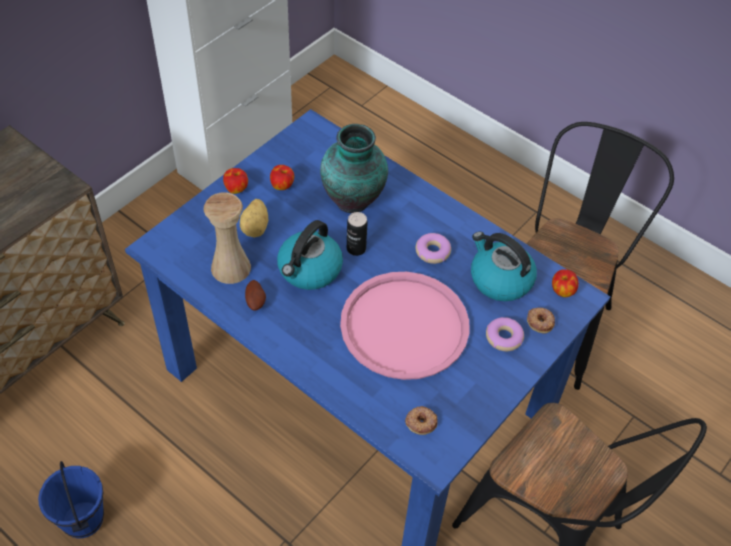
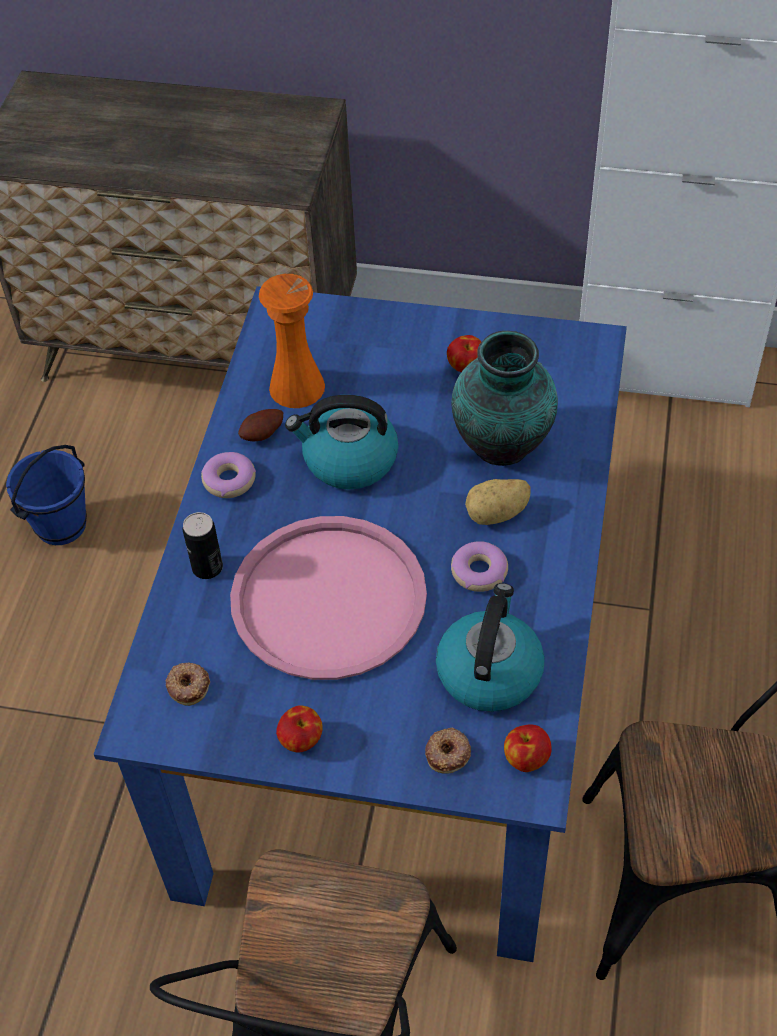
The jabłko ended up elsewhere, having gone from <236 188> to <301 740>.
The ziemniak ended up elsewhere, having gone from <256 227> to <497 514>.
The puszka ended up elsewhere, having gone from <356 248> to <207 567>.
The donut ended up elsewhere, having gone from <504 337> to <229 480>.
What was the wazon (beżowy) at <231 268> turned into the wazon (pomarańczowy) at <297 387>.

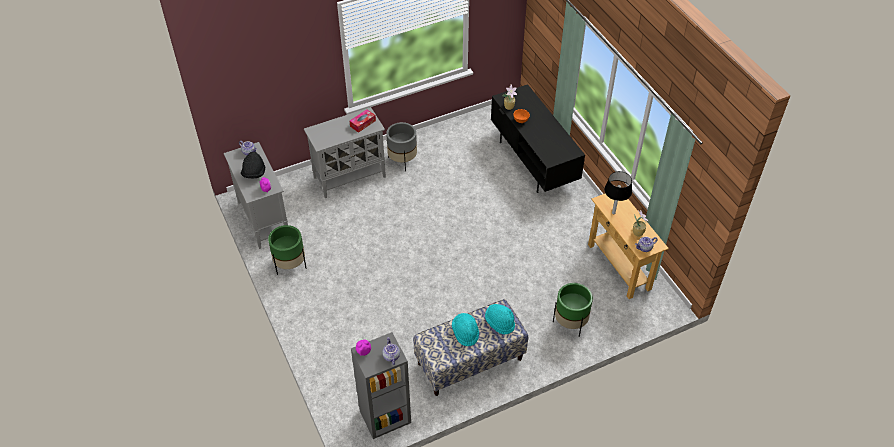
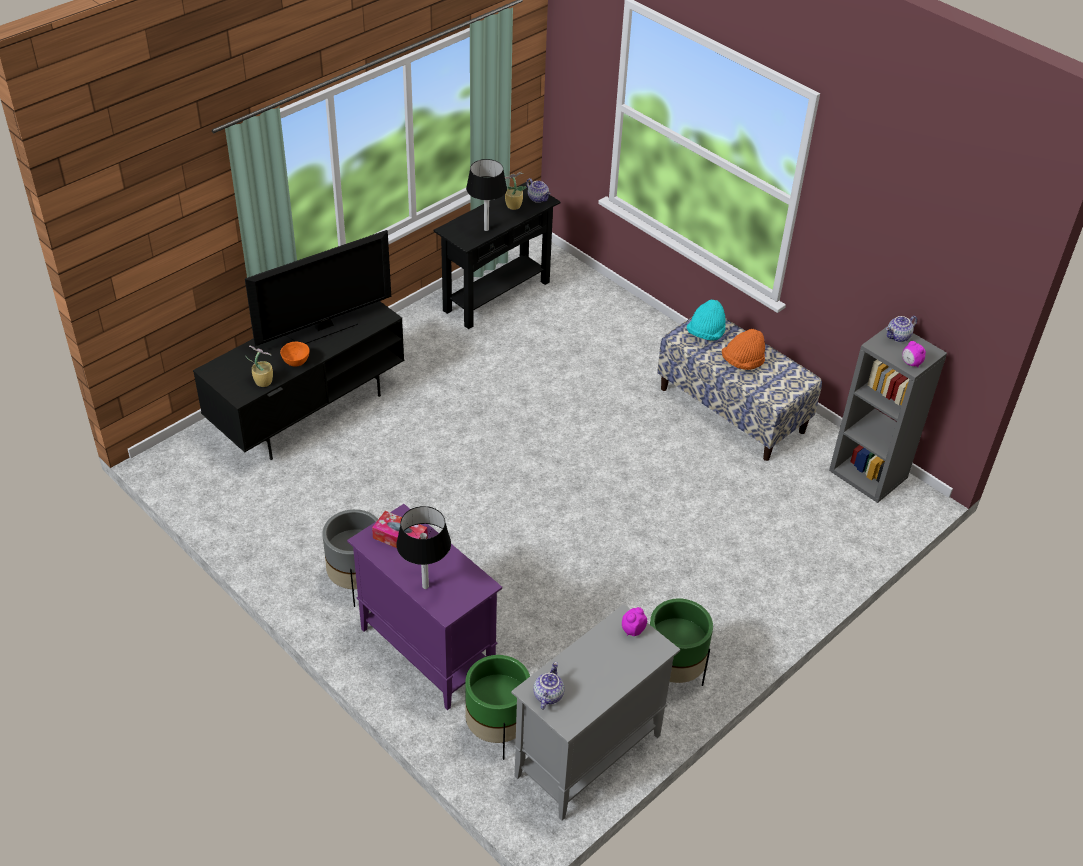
The second view lost the kapelusz (czarny) at <254 173>.
The second view gained the telewizor at <324 327>.
The second view gained the lampa stołowa (czarny) at <425 586>.
The donica (zielony) ended up elsewhere, having gone from <570 323> to <497 731>.
What was the szafka (szary) at <350 177> turned into the szafka (fioletowy) at <426 650>.
What was the kapelusz (turkusowy) at <465 333> turned into the kapelusz (pomarańczowy) at <742 362>.
What was the stolik konsolowy (beżowy) at <619 267> turned into the stolik konsolowy (czarny) at <496 296>.

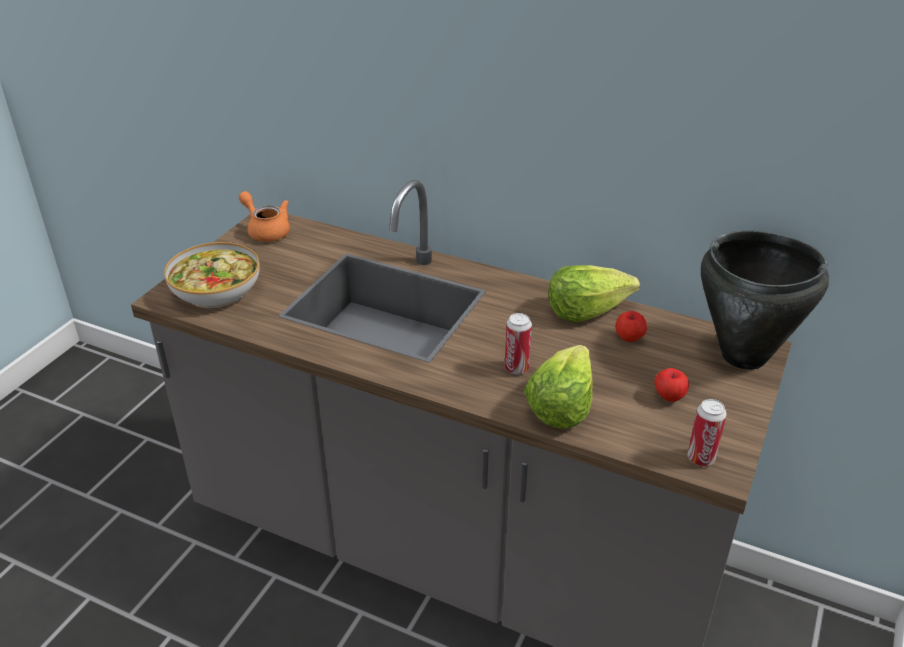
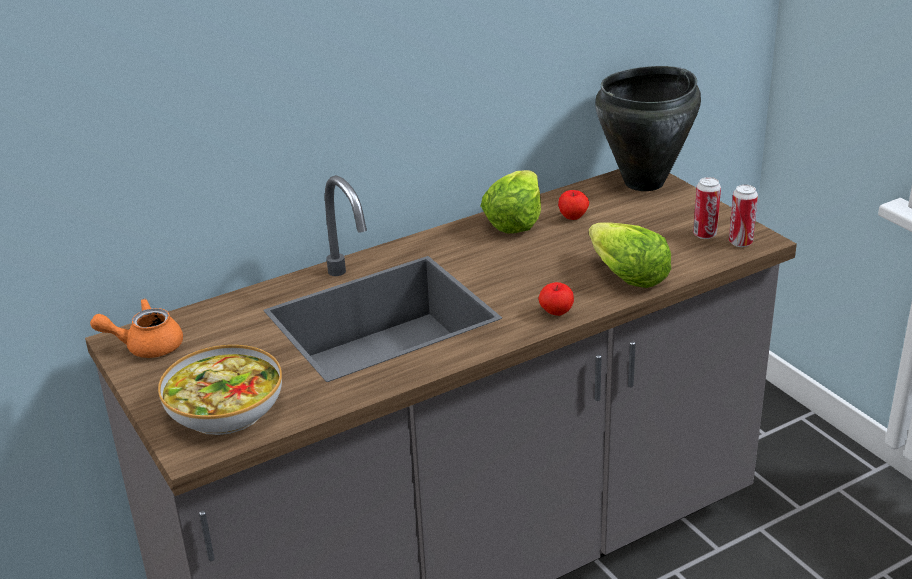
The puszka ended up elsewhere, having gone from <516 368> to <704 234>.
The jabłko ended up elsewhere, having gone from <669 397> to <556 312>.

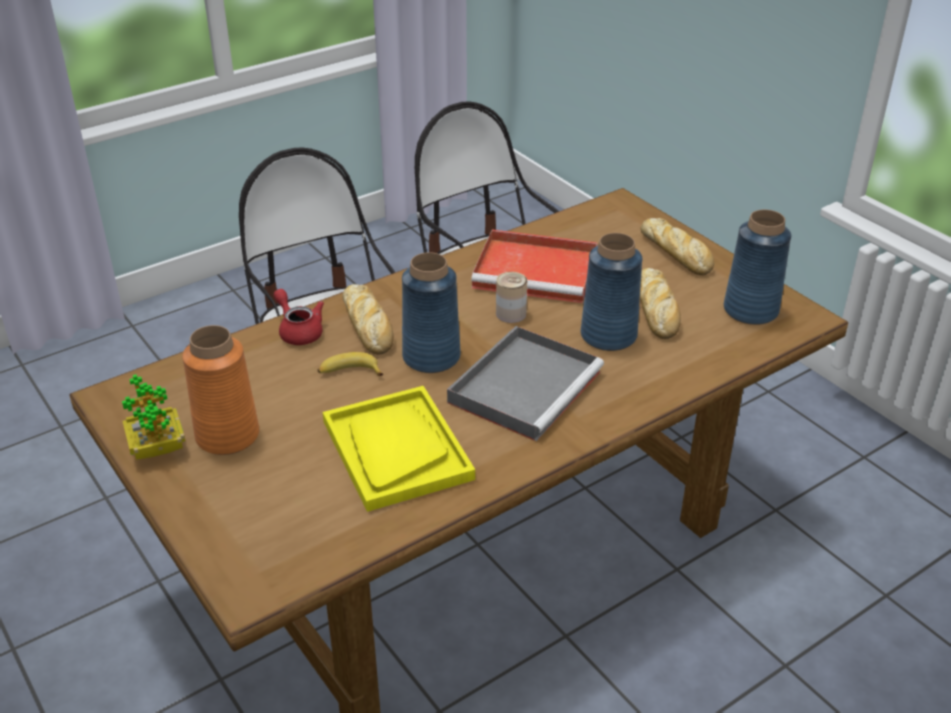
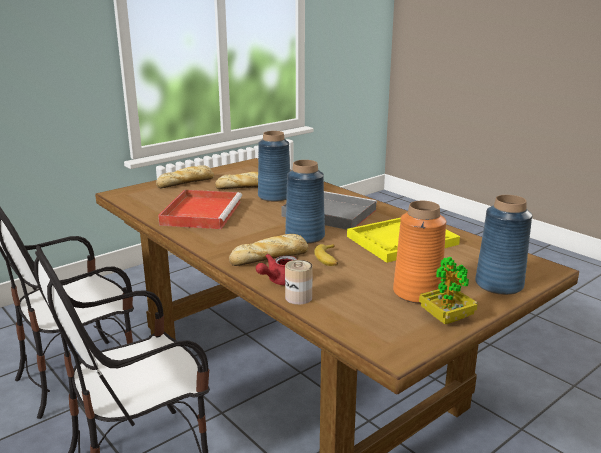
The puszka ended up elsewhere, having gone from <511 314> to <298 297>.
The wazon (niebieski) ended up elsewhere, having gone from <750 310> to <498 284>.

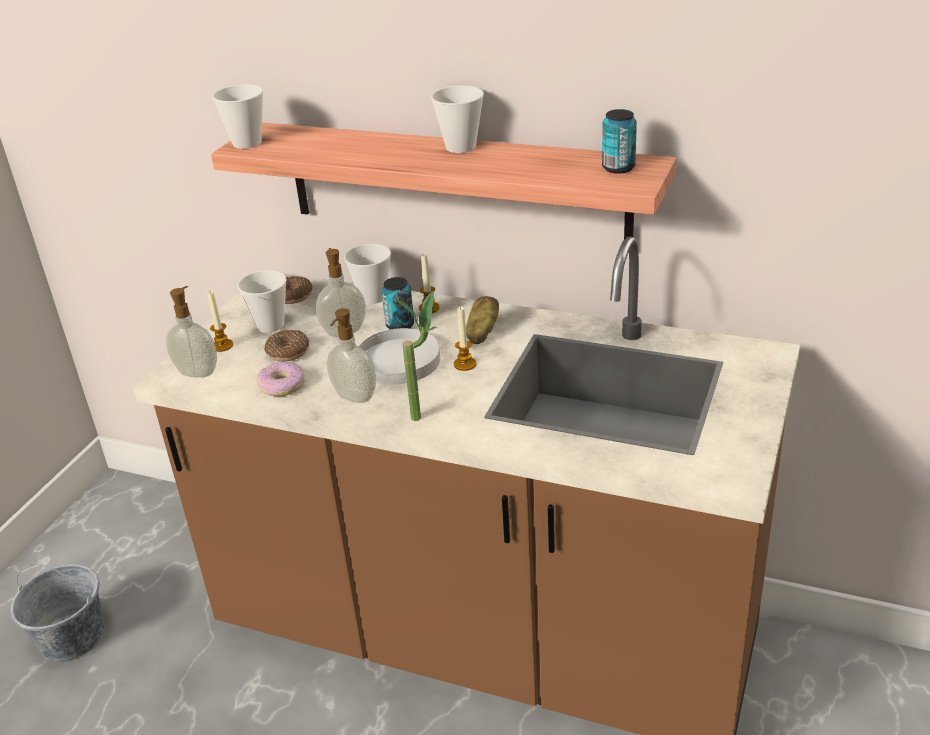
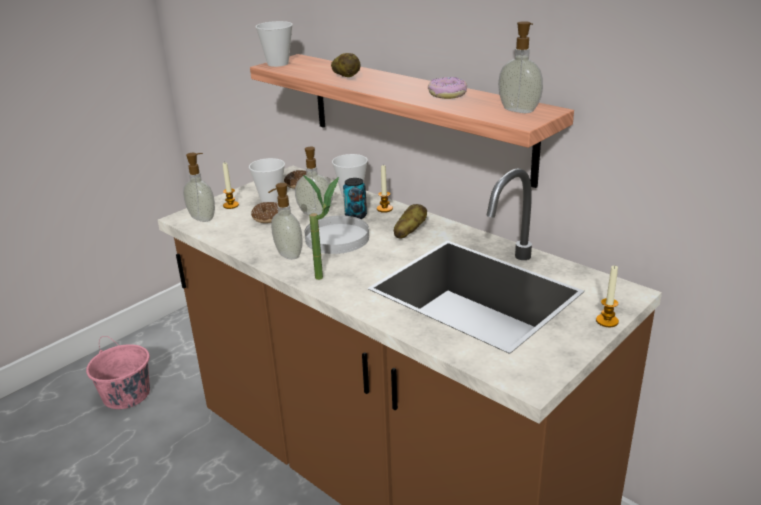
The second view lost the filiżanka at <460 147>.
The second view gained the ziemniak at <346 77>.
The donut ended up elsewhere, having gone from <282 386> to <447 94>.
The świeca ended up elsewhere, having gone from <465 364> to <607 321>.
Where the puszka stood at <618 168>, the dozownik mydła came to stand at <519 110>.
What was the wiadro (szary) at <72 637> turned into the wiadro (różowy) at <127 395>.

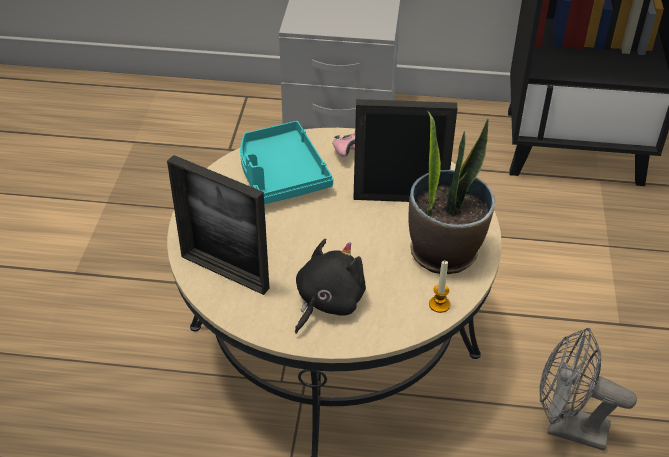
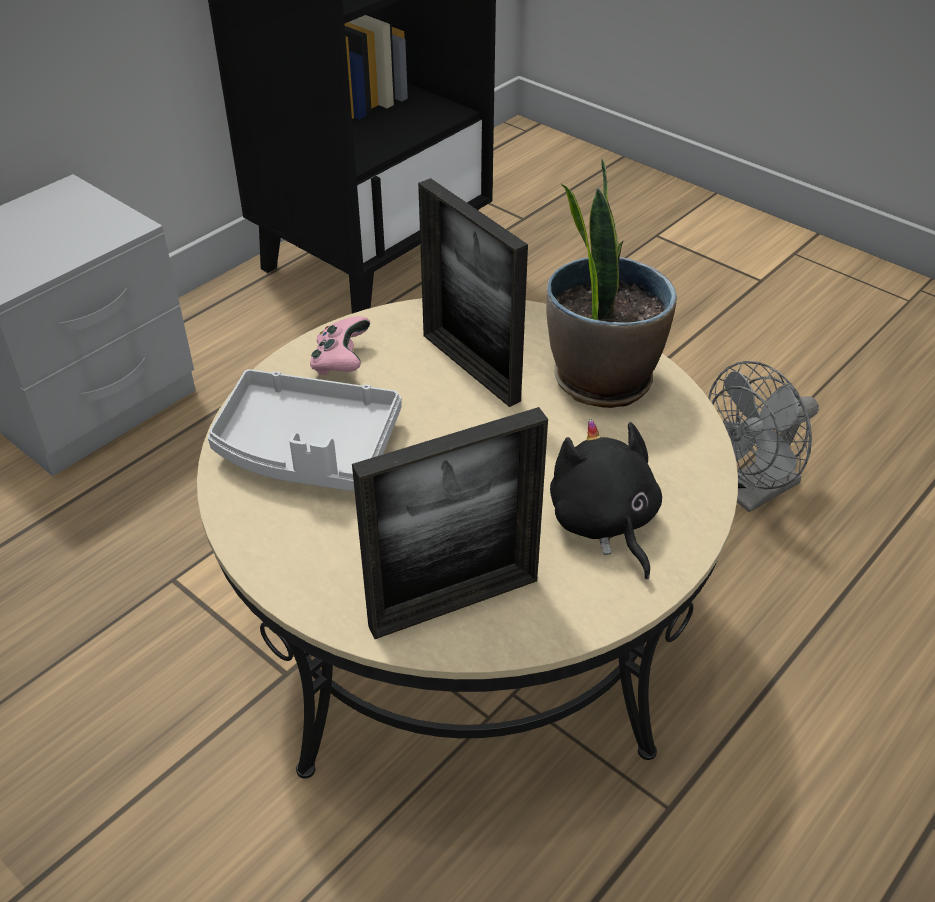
The second view lost the świeca at <439 304>.
What was the taca (turkusowy) at <281 174> turned into the taca (szary) at <307 449>.
The ramka na zdjęcie at <399 198> ended up facing another way, 75 degrees counterclockwise from before.

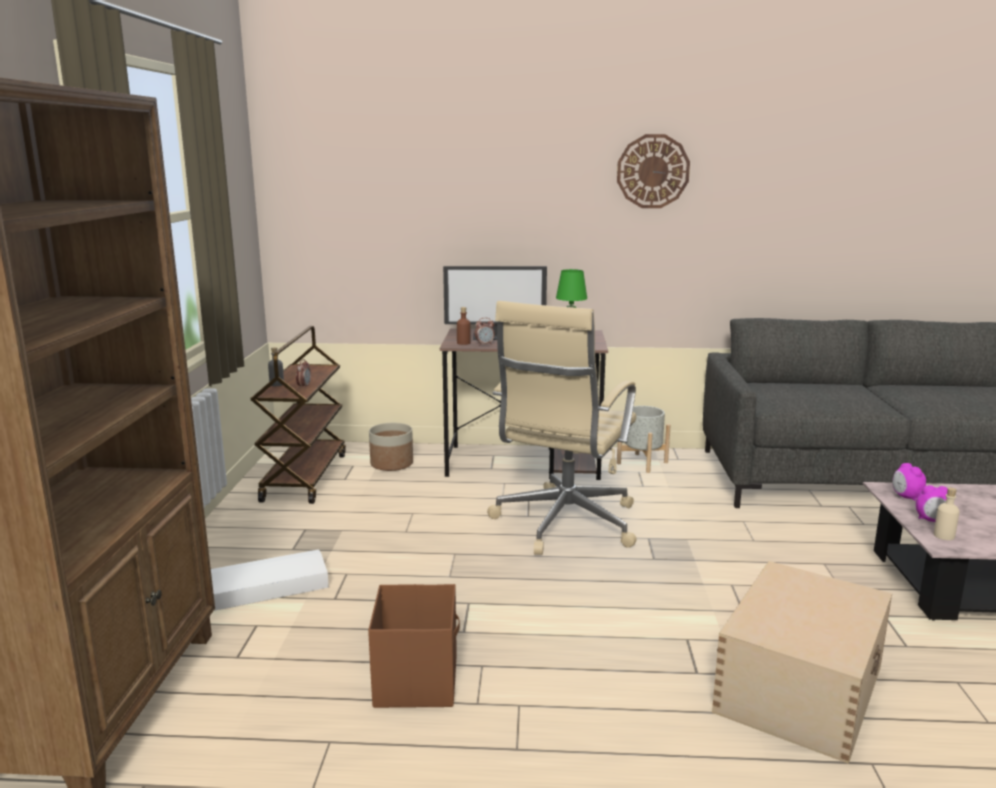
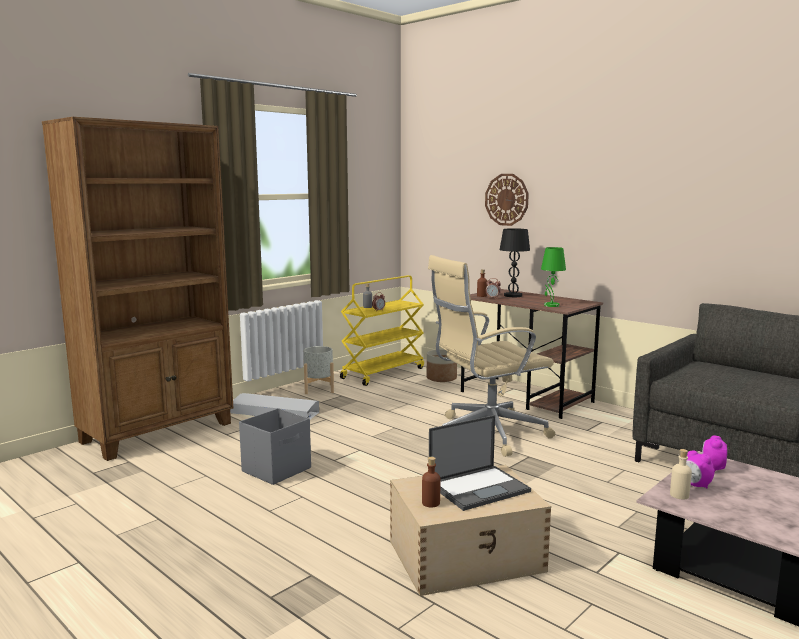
The second view gained the butelka (brązowy) at <431 503>.
The second view gained the laptop at <479 487>.
The zegar ścienny ended up elsewhere, having gone from <653 171> to <506 199>.
The donica (szary) ended up elsewhere, having gone from <642 463> to <318 389>.
Where the monitor stood at <495 336>, the lampa stołowa (czarny) came to stand at <513 295>.
What was the wózek (brązowy) at <304 477> turned into the wózek (żółty) at <383 373>.
What was the pojemnik do przechowywania (brązowy) at <417 680> turned into the pojemnik do przechowywania (szary) at <277 469>.

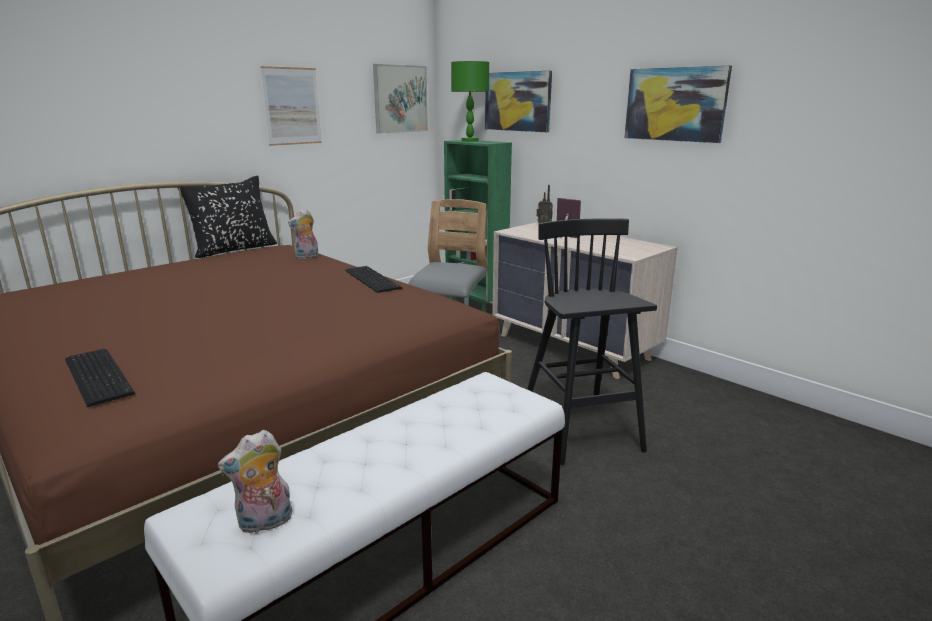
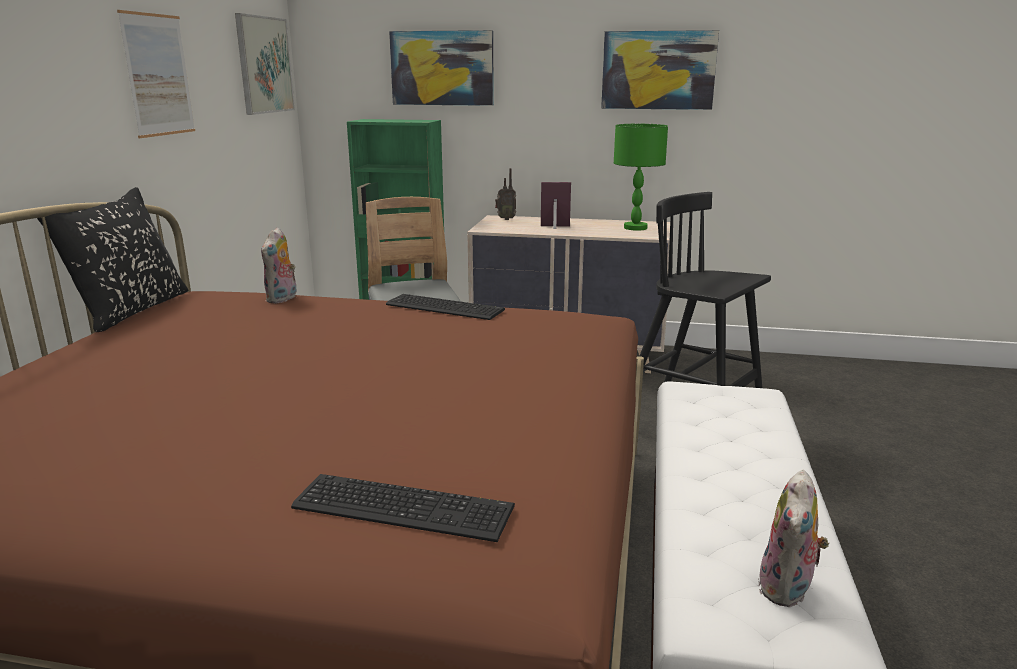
The lampa stołowa (zielony) ended up elsewhere, having gone from <469 141> to <635 228>.

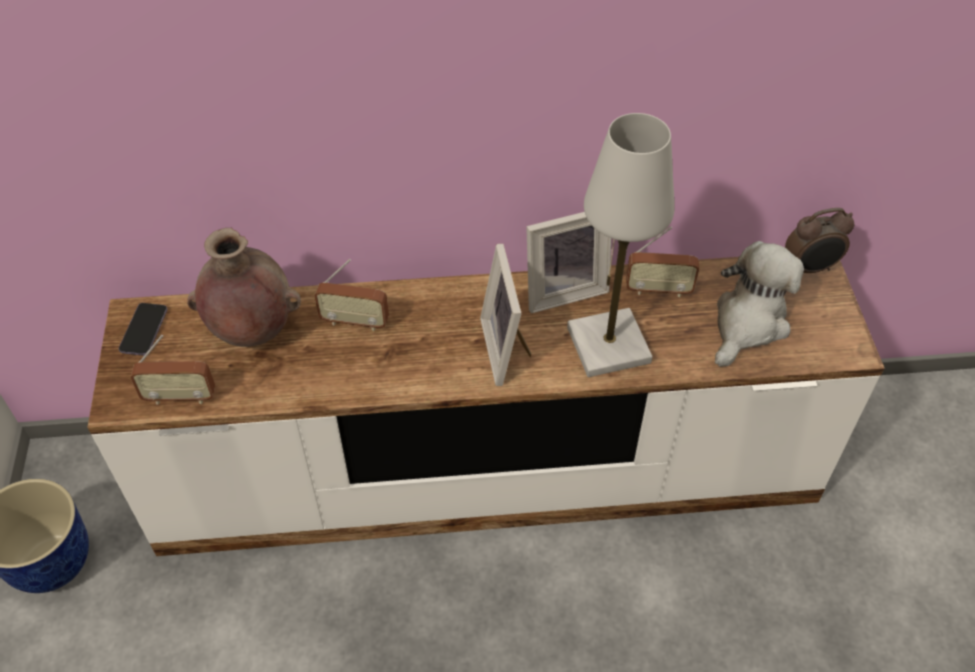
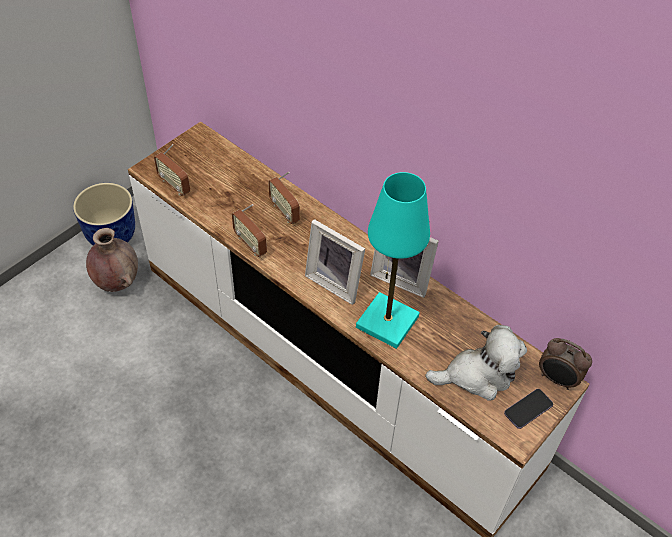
The telefon ended up elsewhere, having gone from <144 330> to <528 409>.
The wazon (brązowy) ended up elsewhere, having gone from <252 332> to <117 282>.
The radio ended up elsewhere, having gone from <658 290> to <250 244>.
What was the lampa stołowa (biały) at <608 345> turned into the lampa stołowa (turkusowy) at <387 322>.
The ramka na zdjęcie at <507 349> ended up facing another way, 90 degrees counterclockwise from before.

